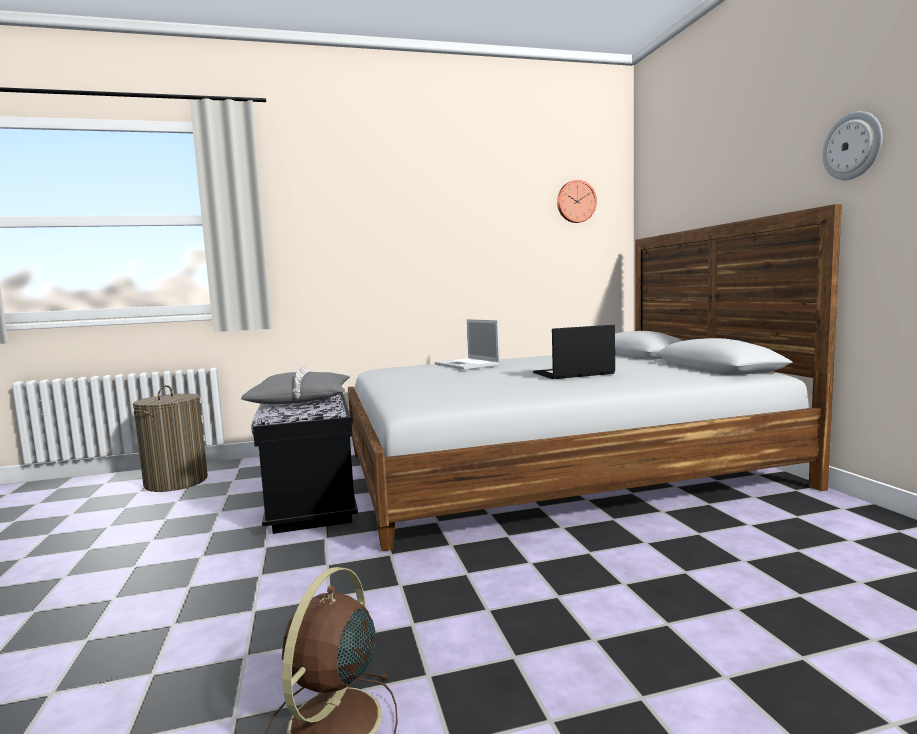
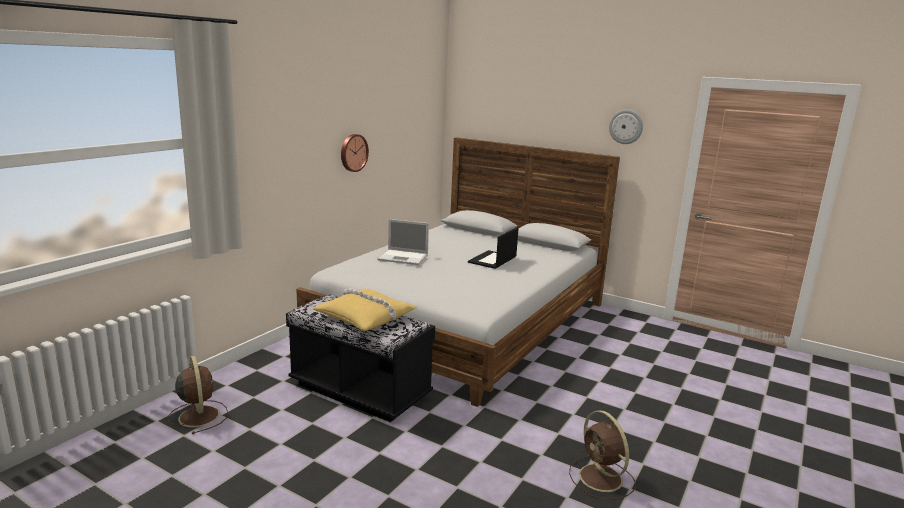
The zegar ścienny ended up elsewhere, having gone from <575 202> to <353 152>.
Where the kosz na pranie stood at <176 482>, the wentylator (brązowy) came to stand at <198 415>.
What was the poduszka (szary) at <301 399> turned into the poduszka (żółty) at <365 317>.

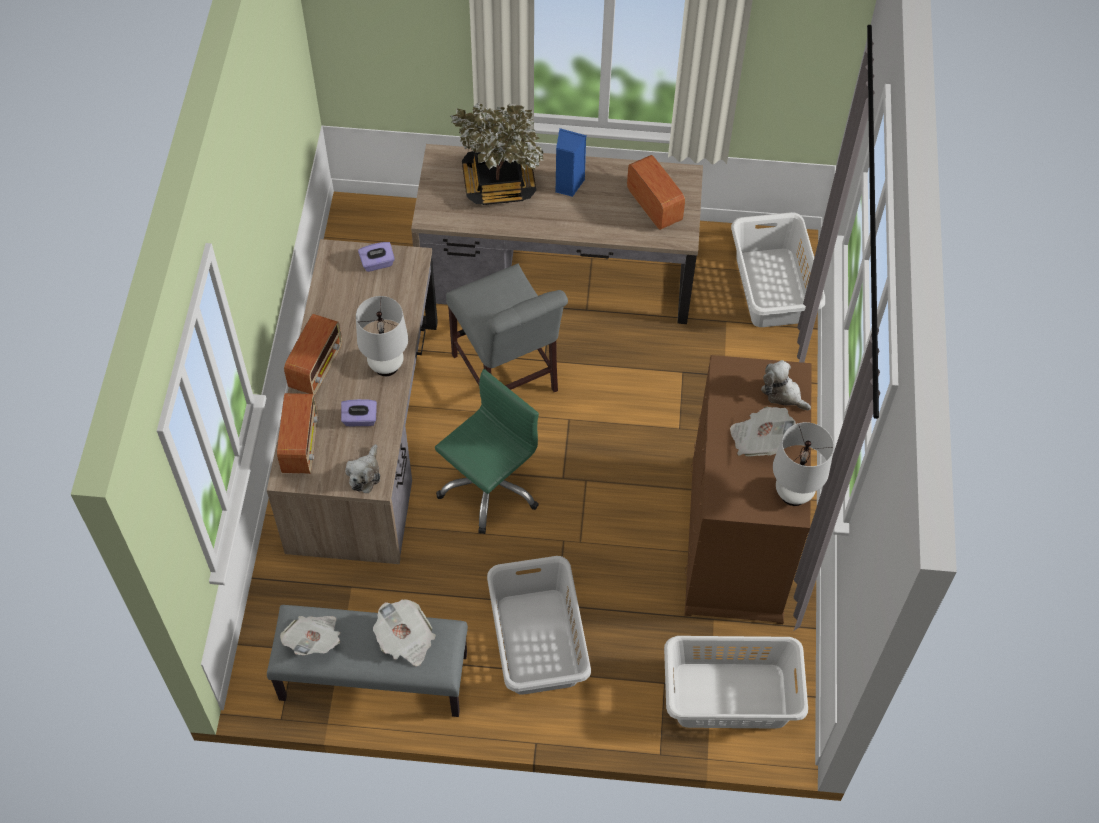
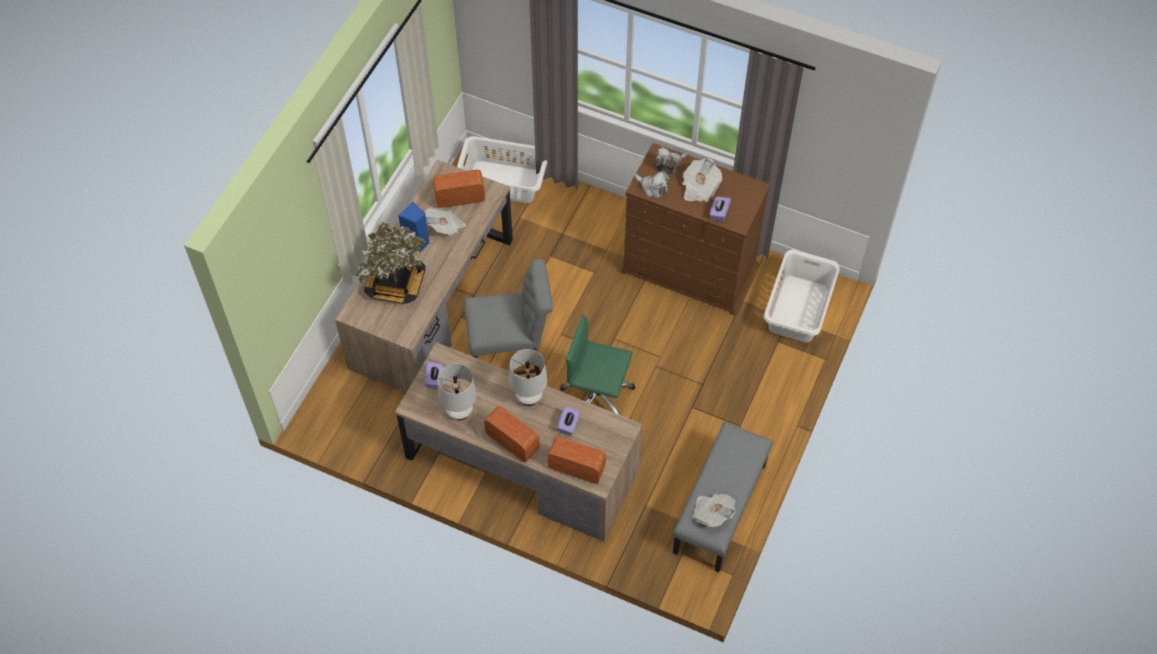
The second view lost the kosz na pranie (szary) at <537 642>.
The second view gained the pudełko chusteczek (fioletowy) at <719 213>.
The pluszak ended up elsewhere, having gone from <365 474> to <652 187>.
The gazeta ended up elsewhere, having gone from <405 640> to <445 227>.
The lampa stołowa (biały) ended up elsewhere, having gone from <793 493> to <459 412>.
The krzesło biurowe (zielony) at <489 487> ended up facing another way, 45 degrees counterclockwise from before.

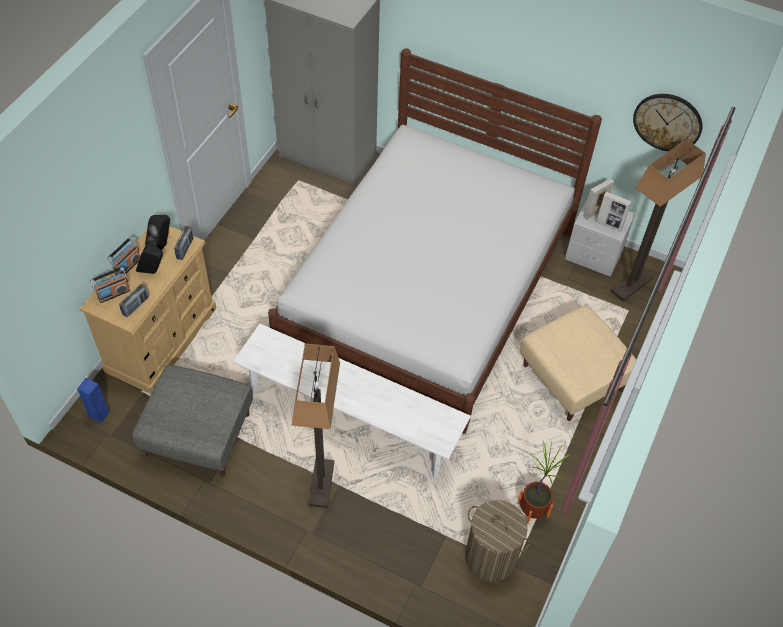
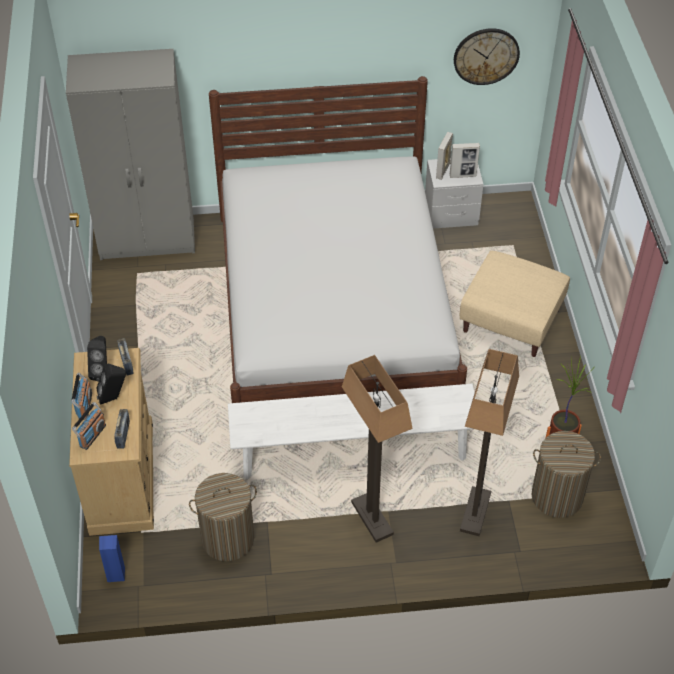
The lampa stojąca ended up elsewhere, having gone from <631 286> to <475 512>.
Where the pufa (szary) stood at <199 434>, the kosz na pranie came to stand at <228 538>.

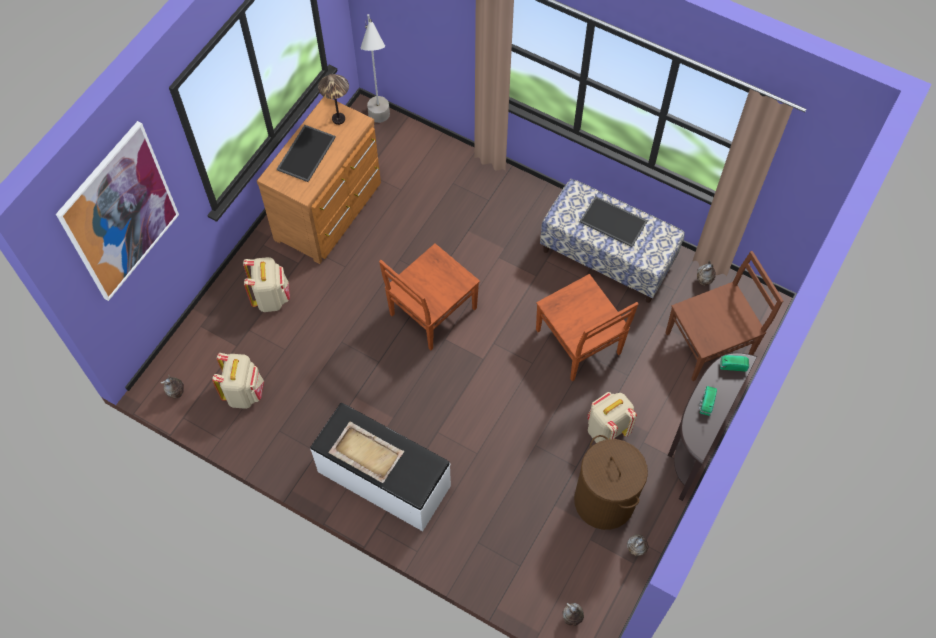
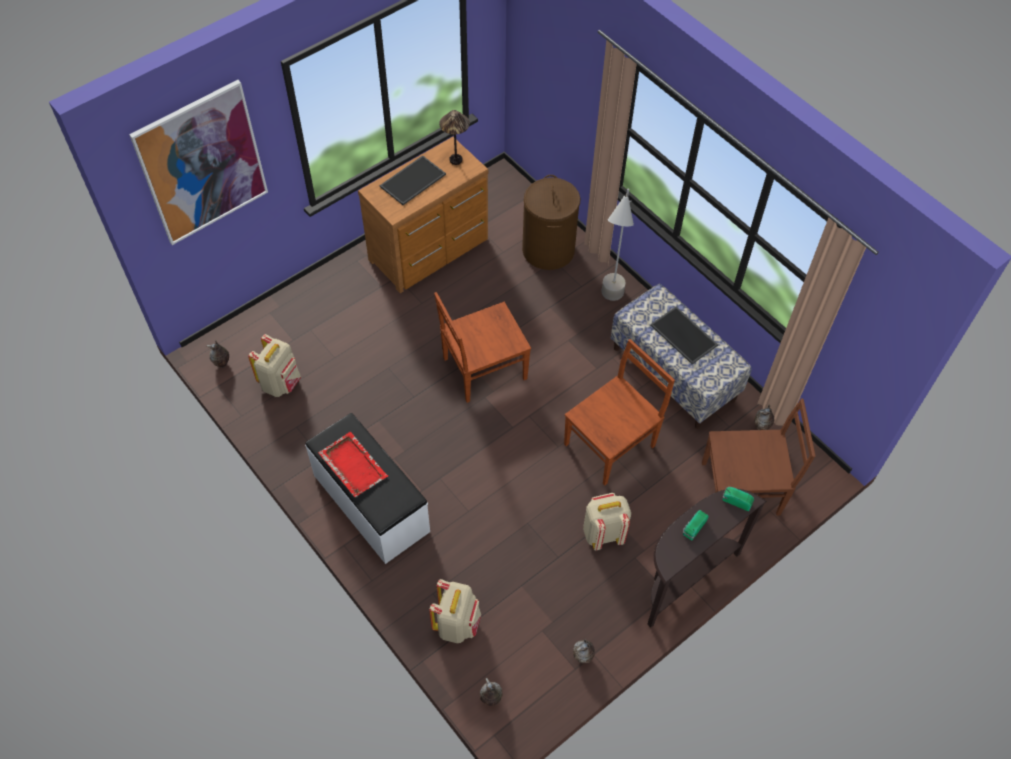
The plecak (beżowy) ended up elsewhere, having gone from <271 297> to <457 623>.
The lampa stojąca (szary) ended up elsewhere, having gone from <381 128> to <609 306>.
The kosz na pranie (brązowy) ended up elsewhere, having gone from <604 500> to <548 250>.
What was the taca (beżowy) at <366 452> turned into the taca (czerwony) at <352 465>.
The krzesło (brązowy) at <579 343> ended up facing another way, 120 degrees counterclockwise from before.

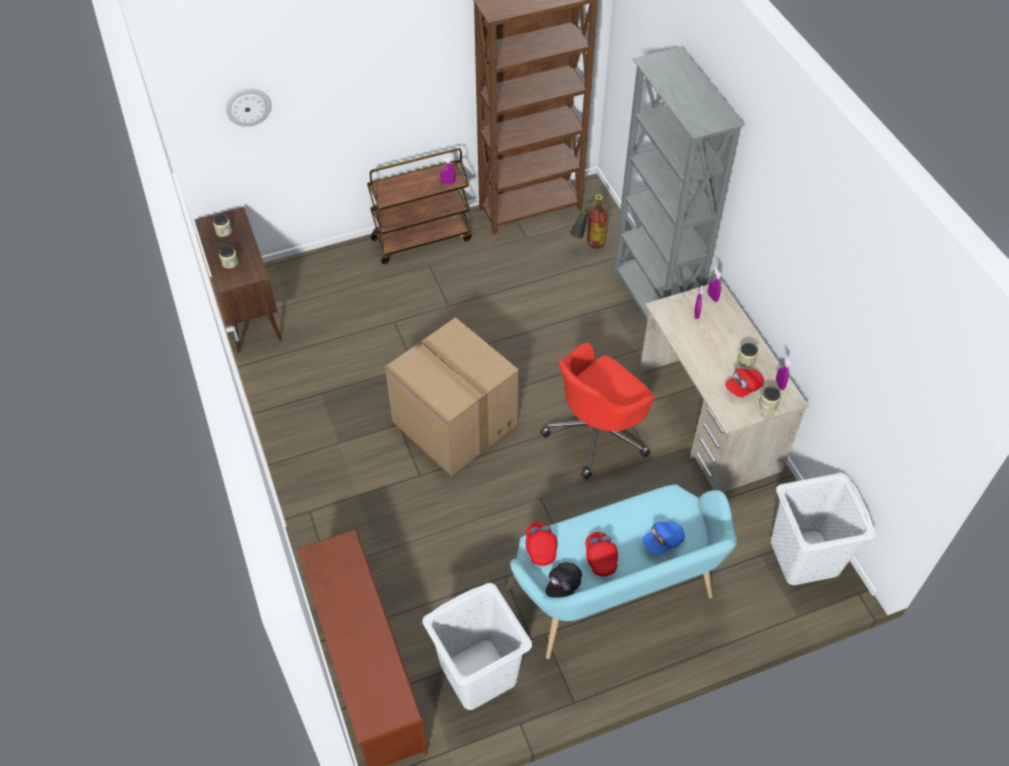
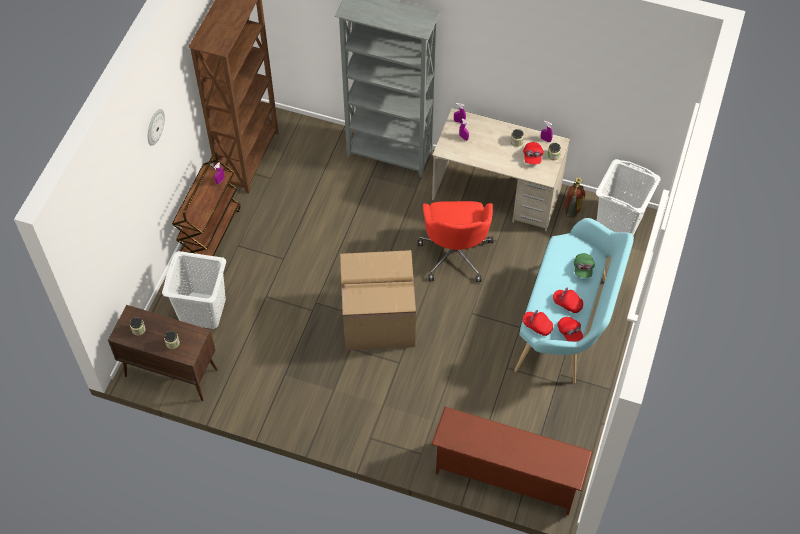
The zegar ścienny ended up elsewhere, having gone from <248 106> to <154 126>.
The kosz na pranie (biały) ended up elsewhere, having gone from <479 673> to <202 310>.
The gaśnica ended up elsewhere, having gone from <589 245> to <571 215>.
What was the czapka z daszkiem (czarny) at <563 586> turned into the czapka z daszkiem (czerwony) at <569 333>.
What was the czapka z daszkiem (niebieski) at <662 542> turned into the czapka z daszkiem (zielony) at <583 269>.

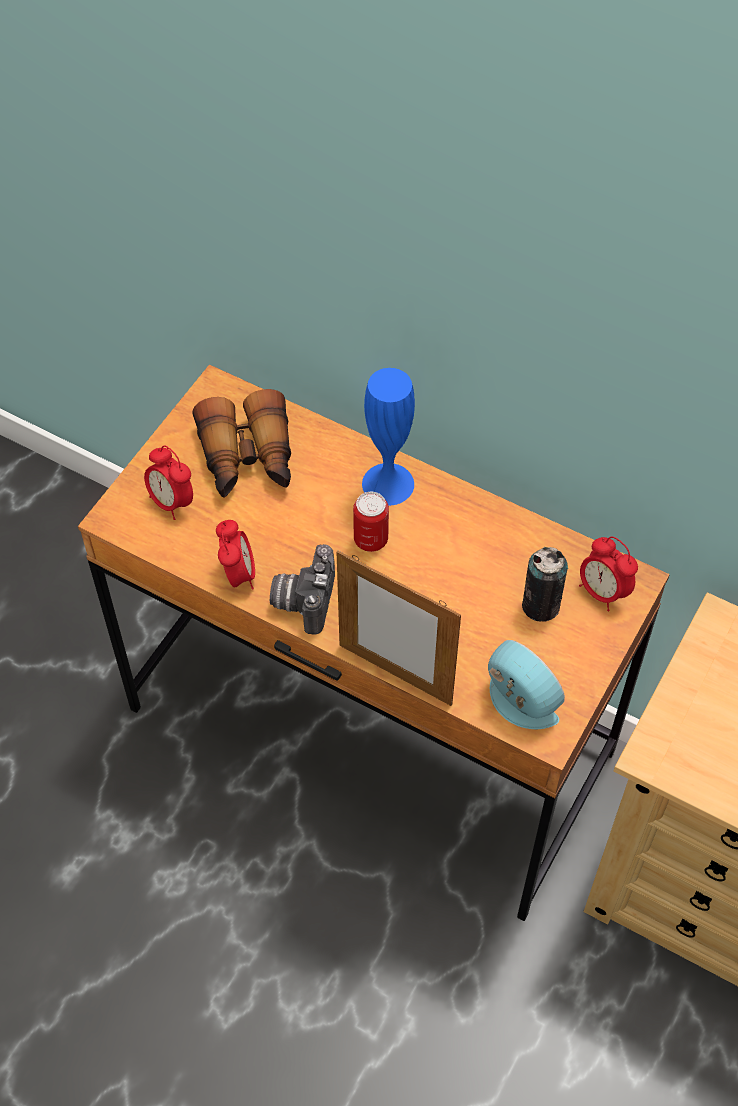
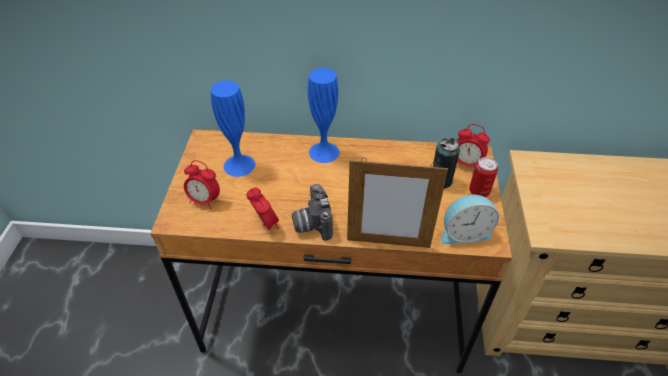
The puszka ended up elsewhere, having gone from <371 539> to <479 191>.
Where the lornetka stood at <248 459>, the wazon (niebieski) came to stand at <239 165>.
The budzik at <517 703> ended up facing another way, 150 degrees clockwise from before.

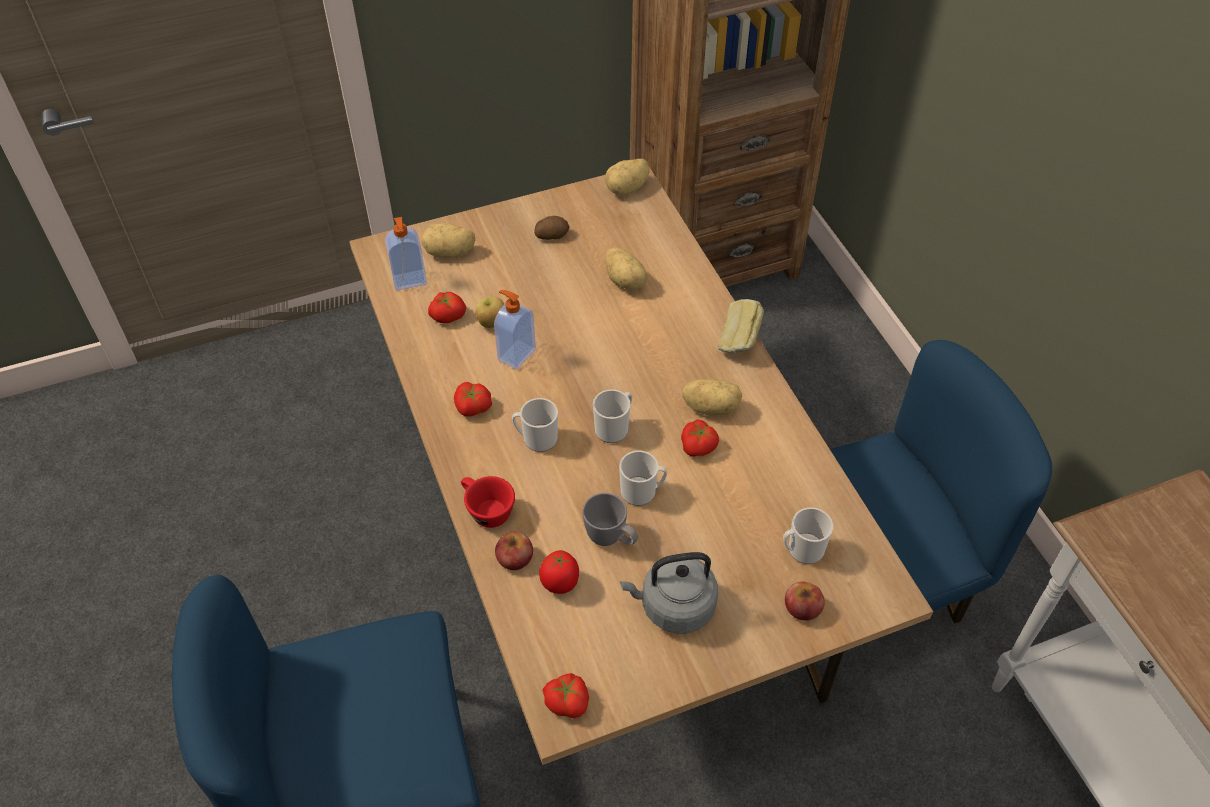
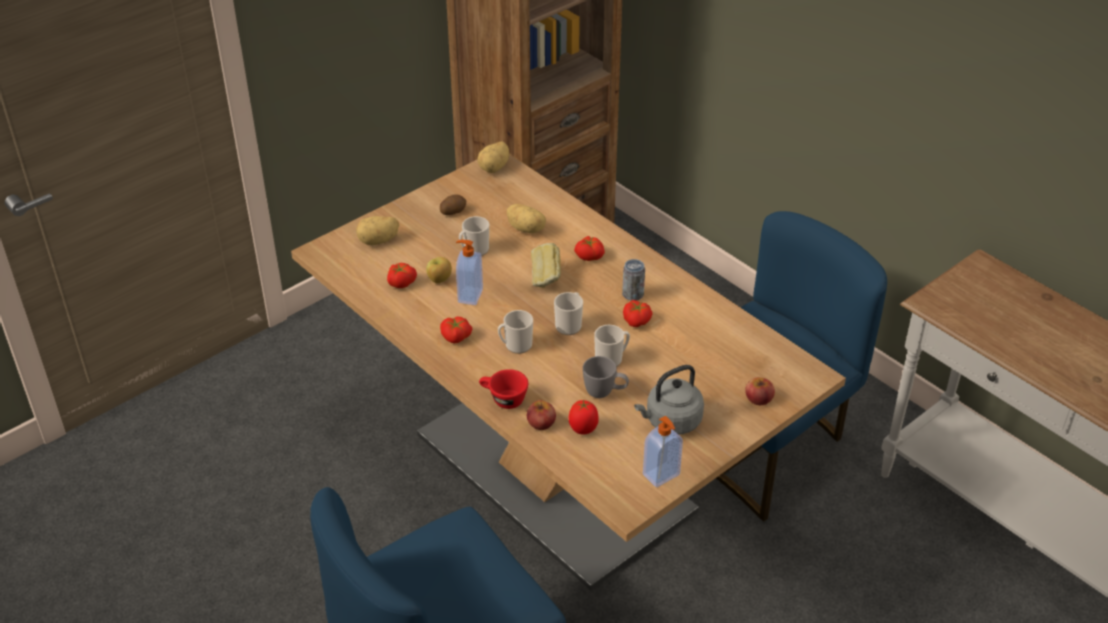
The dozownik mydła ended up elsewhere, having gone from <409 281> to <662 475>.
The pomidor ended up elsewhere, having gone from <567 701> to <589 255>.
The chleb ended up elsewhere, having gone from <739 342> to <545 279>.
The kubek ended up elsewhere, having gone from <802 550> to <474 250>.
Where the ziemniak stood at <711 406>, the puszka came to stand at <633 294>.

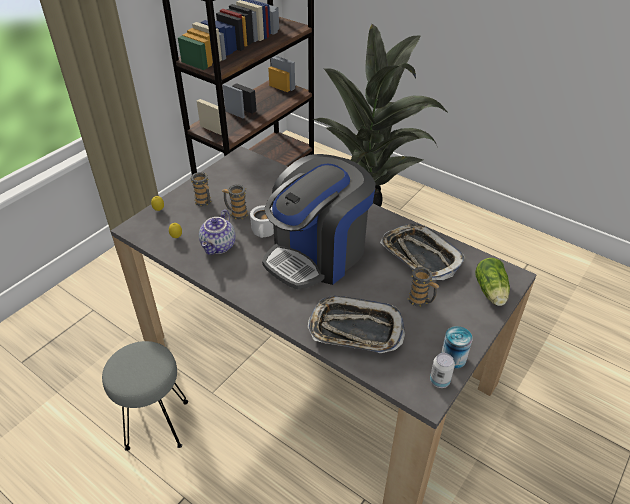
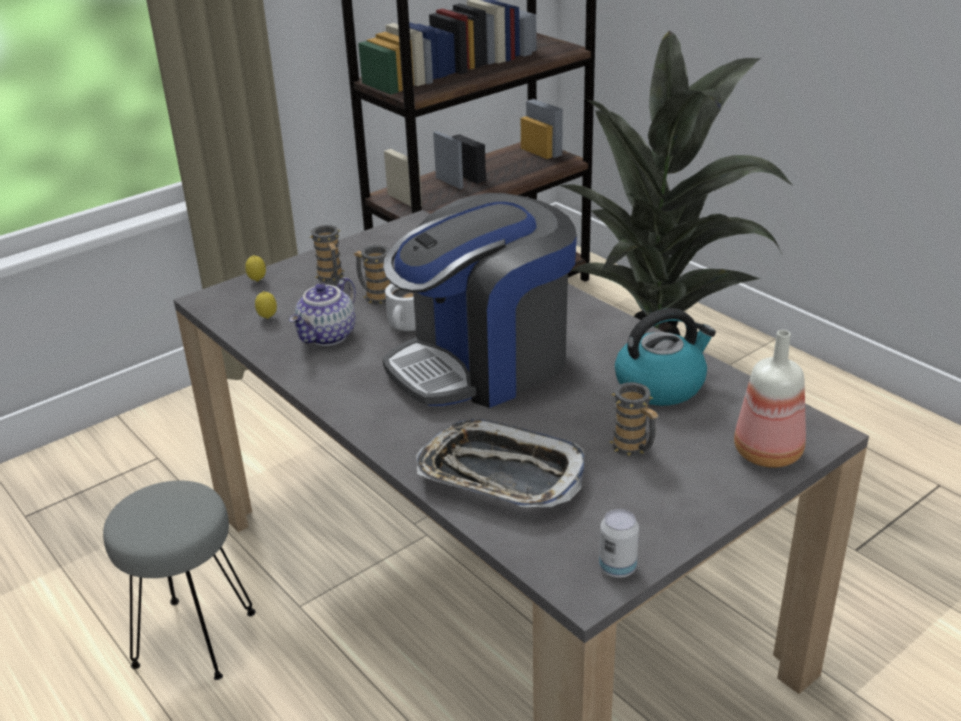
The second view lost the puszka at <453 358>.
Where the taca stood at <420 256>, the czajnik came to stand at <661 385>.
Where the sałata stood at <491 292>, the butelka came to stand at <769 452>.

